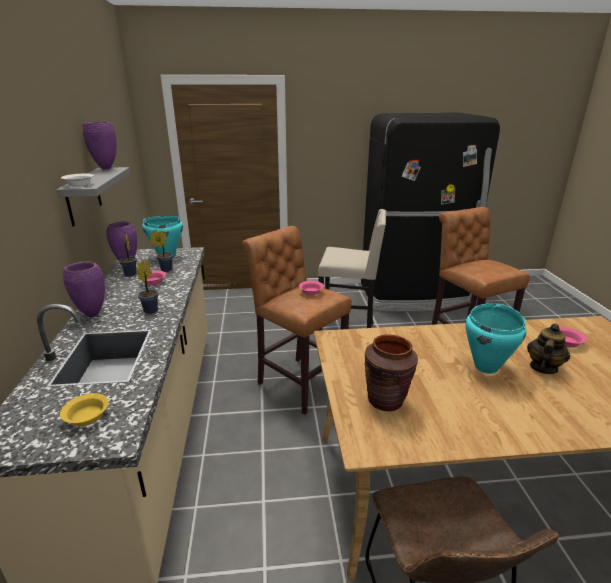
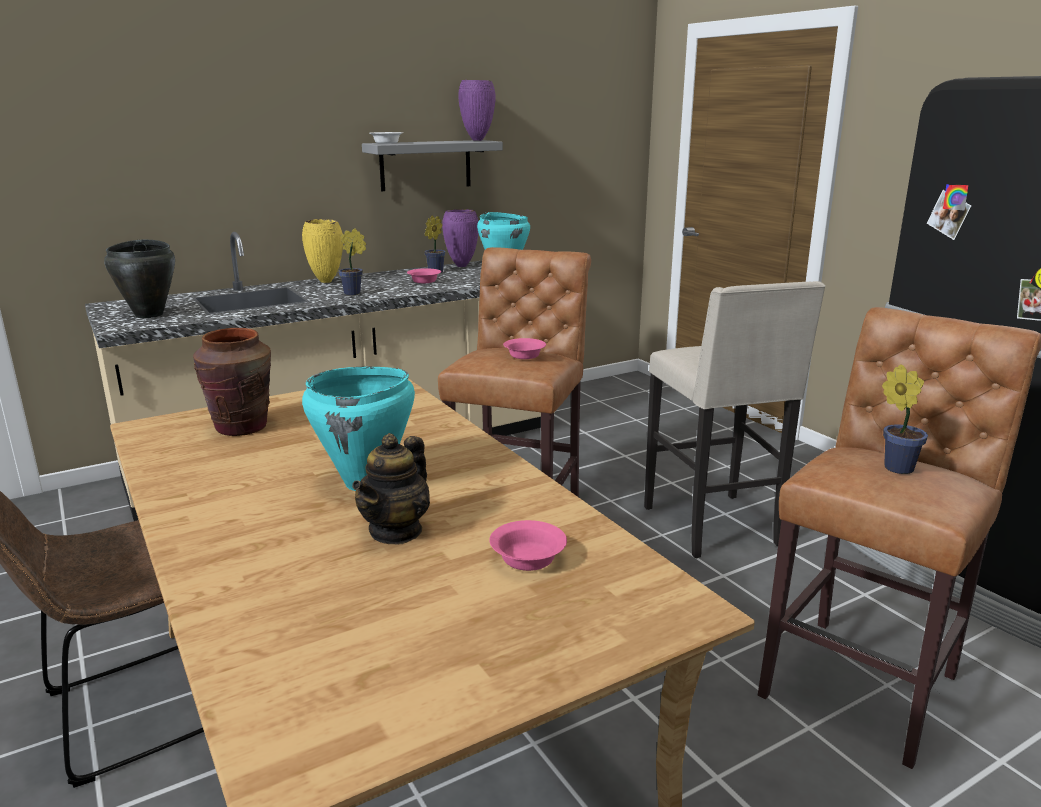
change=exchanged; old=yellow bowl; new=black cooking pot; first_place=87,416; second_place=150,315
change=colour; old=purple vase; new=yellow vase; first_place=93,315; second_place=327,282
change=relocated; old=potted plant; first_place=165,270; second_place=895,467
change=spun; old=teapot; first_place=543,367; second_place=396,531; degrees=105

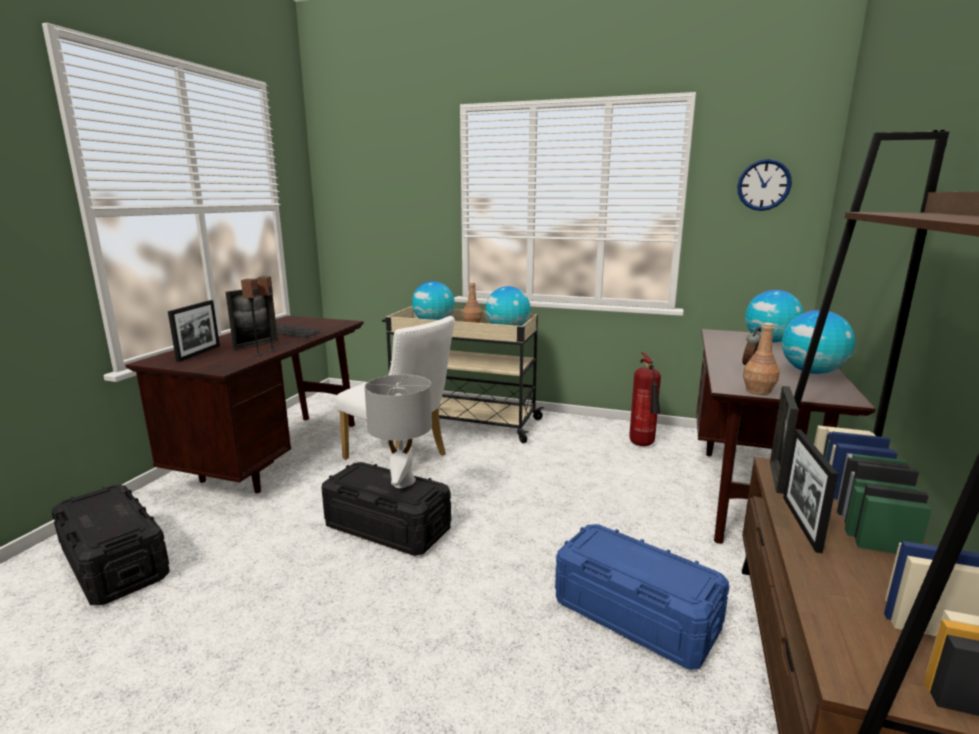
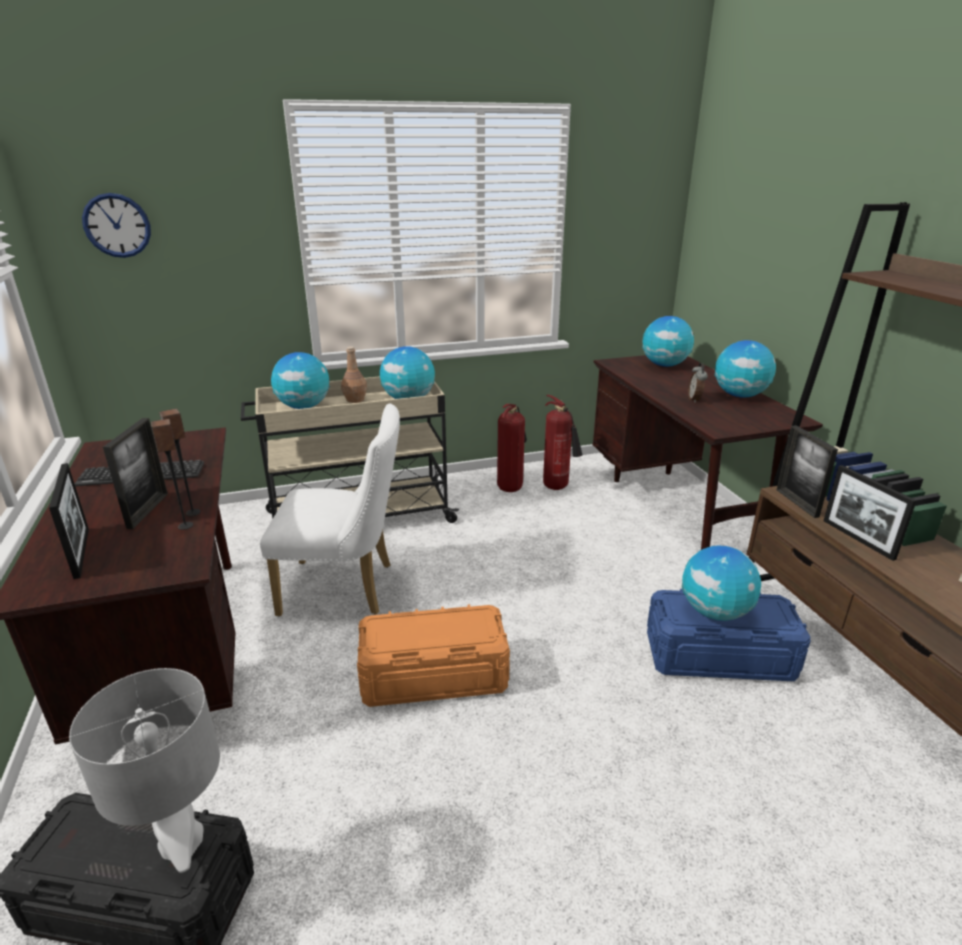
change=colour; old=black storage box; new=orange storage box; first_place=387,527; second_place=433,676
change=relocated; old=grey table lamp; first_place=402,481; second_place=181,842
change=relocated; old=wall clock; first_place=763,185; second_place=117,225
change=missing; old=brown bottle; first_place=758,391
change=appeared; new=fire extinguisher; second_place=510,487
change=appeared; new=globe; second_place=715,612

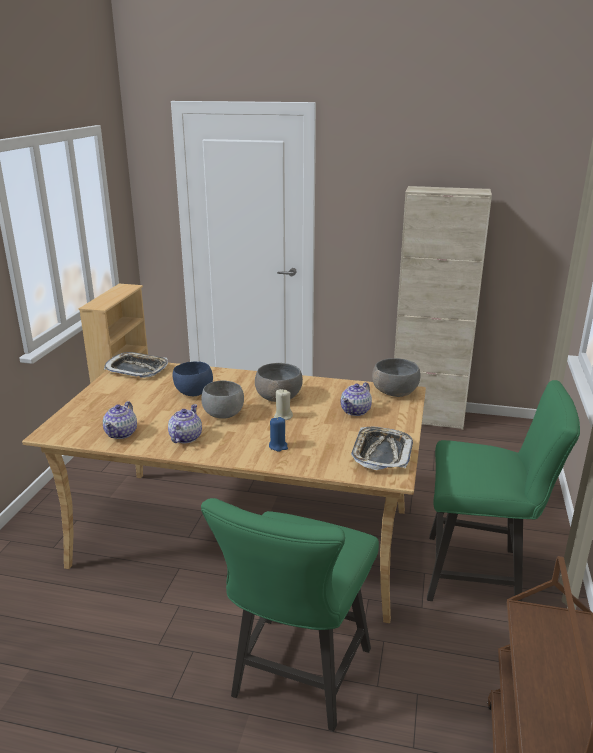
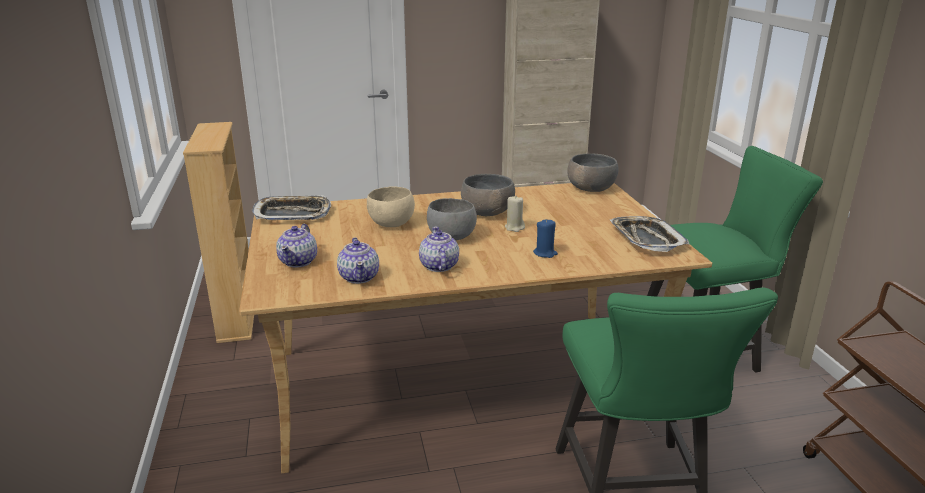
change=colour; old=blue bowl; new=beige bowl; first_place=193,393; second_place=391,225
change=relocated; old=teapot; first_place=356,411; second_place=299,261

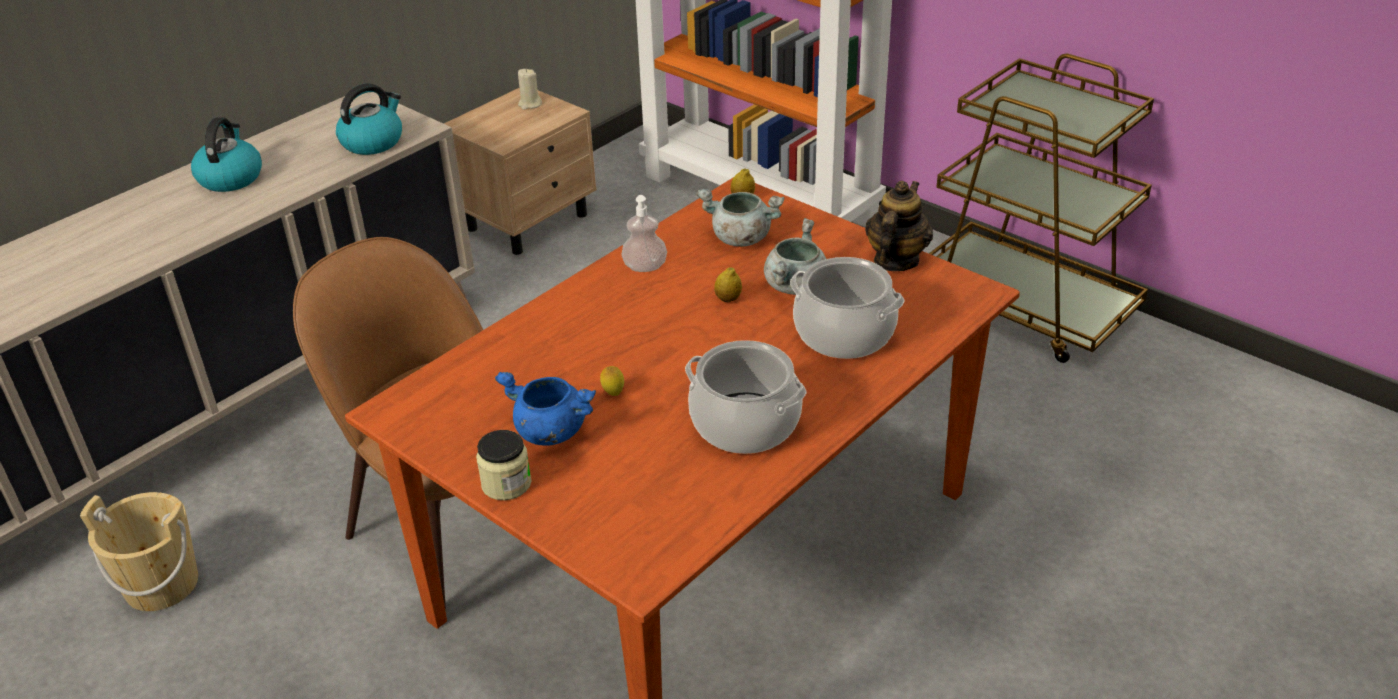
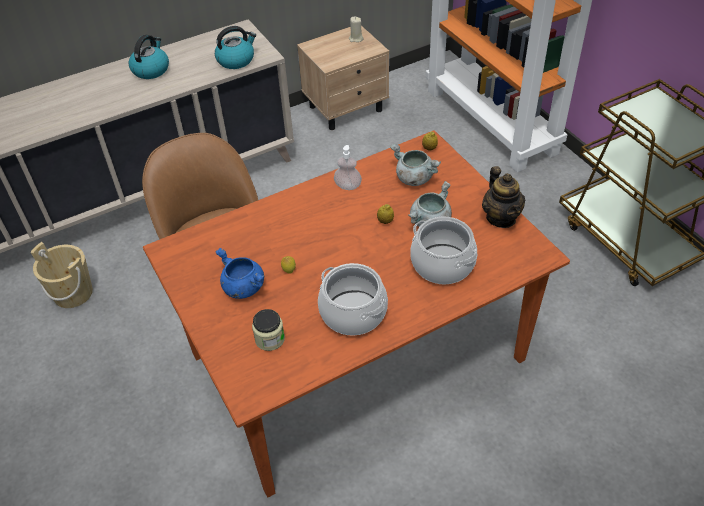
change=relocated; old=jar; first_place=506,484; second_place=270,339
change=spun; old=teapot; first_place=895,260; second_place=501,218; degrees=120

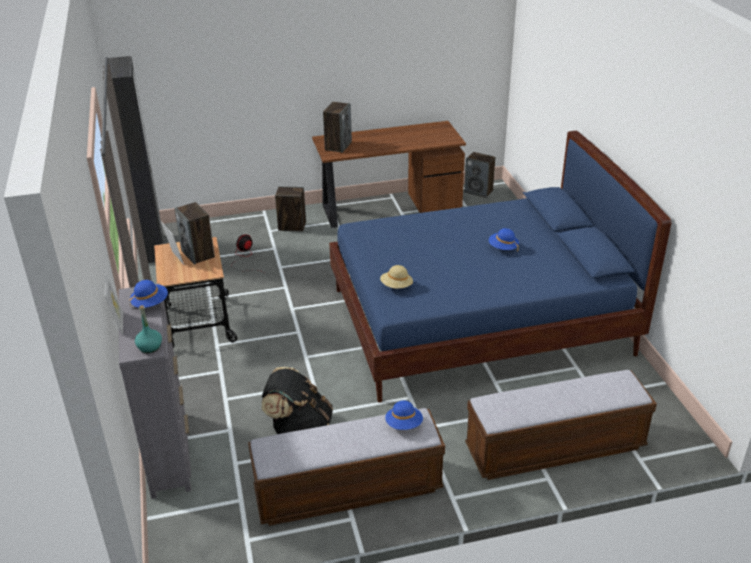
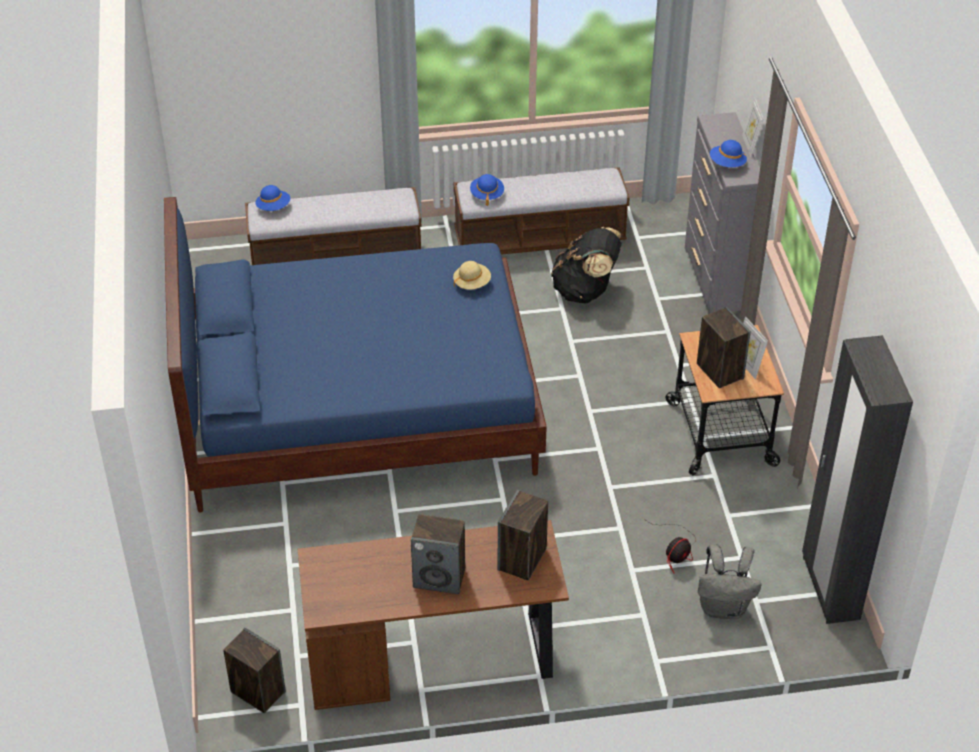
change=missing; old=turquoise bottle; first_place=150,347
change=relocated; old=speaker; first_place=291,226; second_place=440,578
change=relocated; old=blue hat; first_place=503,248; second_place=273,207
change=appeared; new=grey backpack; second_place=724,607

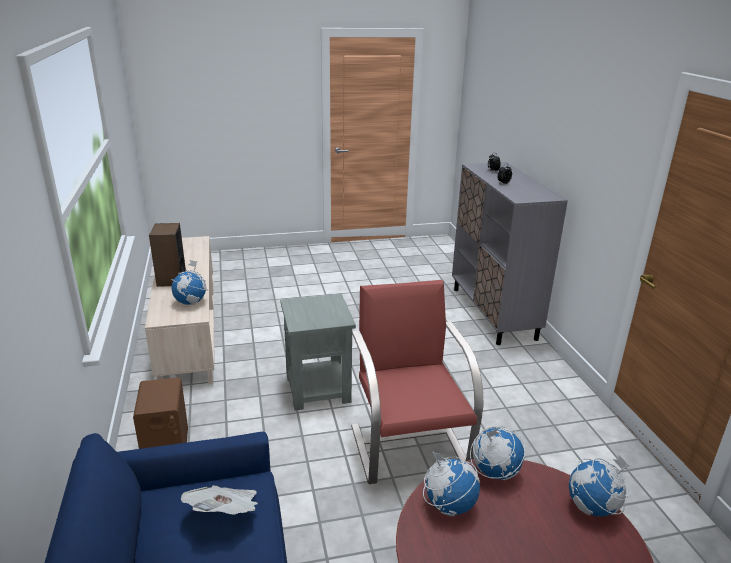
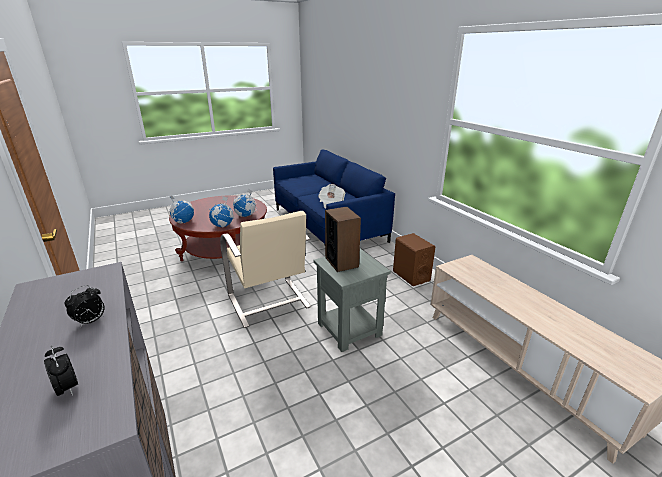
change=relocated; old=speaker; first_place=171,279; second_place=342,262
change=missing; old=globe; first_place=191,302
change=colour; old=red armchair; new=beige armchair; first_place=408,446; second_place=269,302

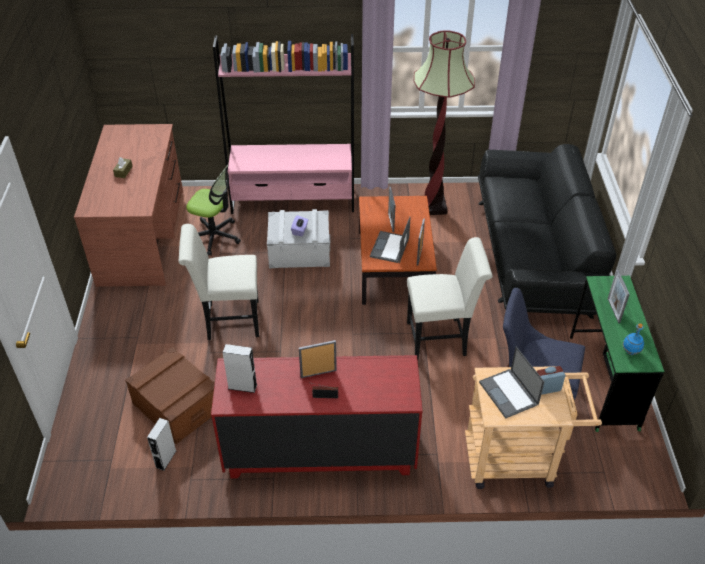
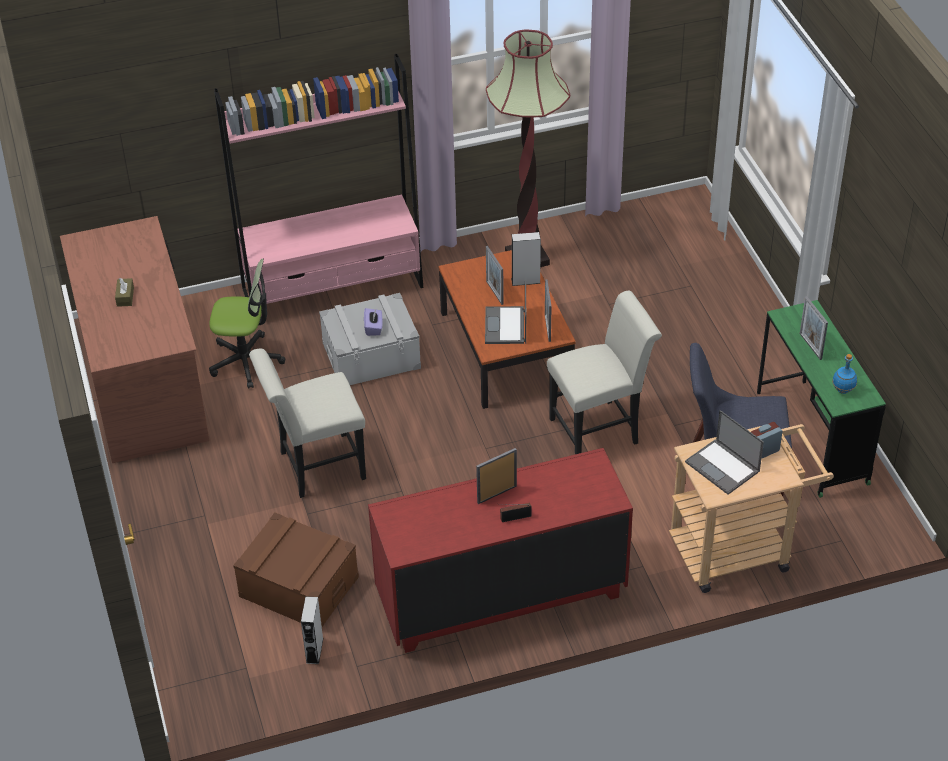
change=relocated; old=grey speaker; first_place=242,386; second_place=525,281
change=missing; old=black sofa; first_place=534,255

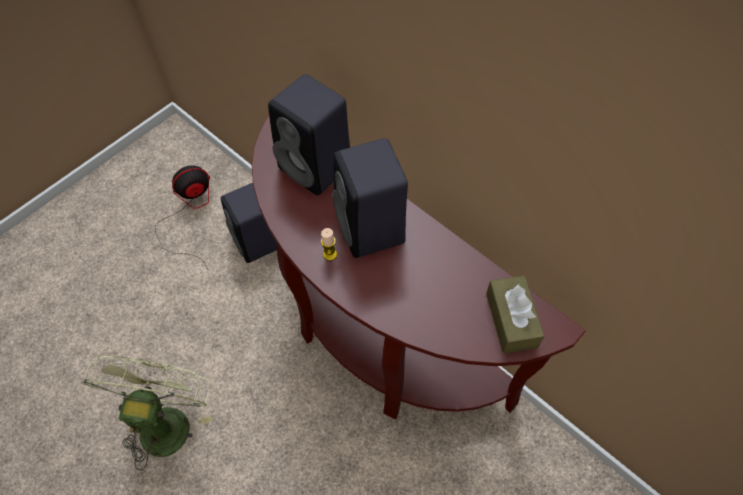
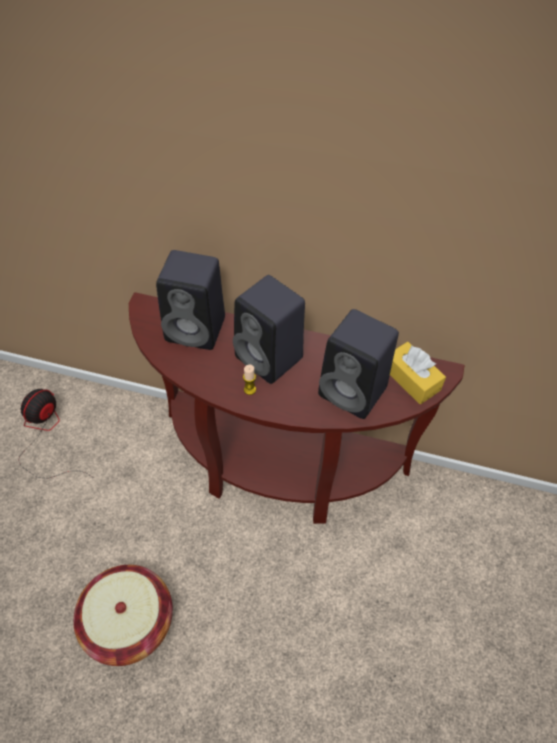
change=exchanged; old=green fan; new=basket; first_place=166,419; second_place=128,621
change=relocated; old=black speaker; first_place=257,242; second_place=354,392
change=colour; old=brown tissue box; new=yellow tissue box; first_place=511,320; second_place=411,379

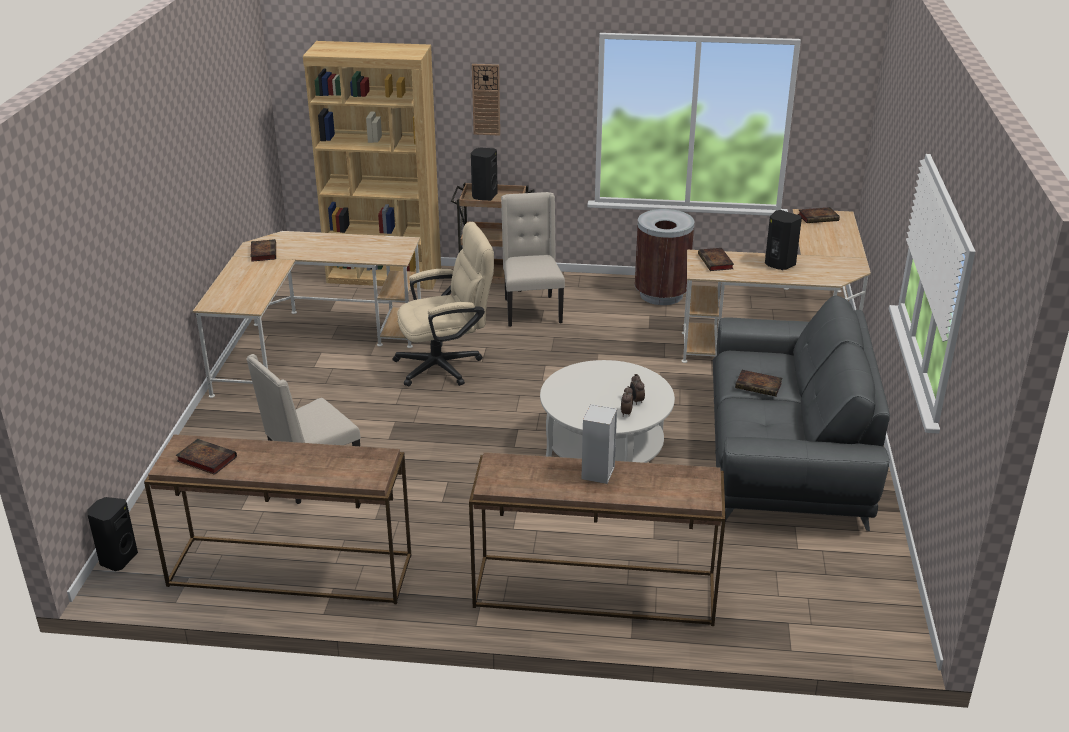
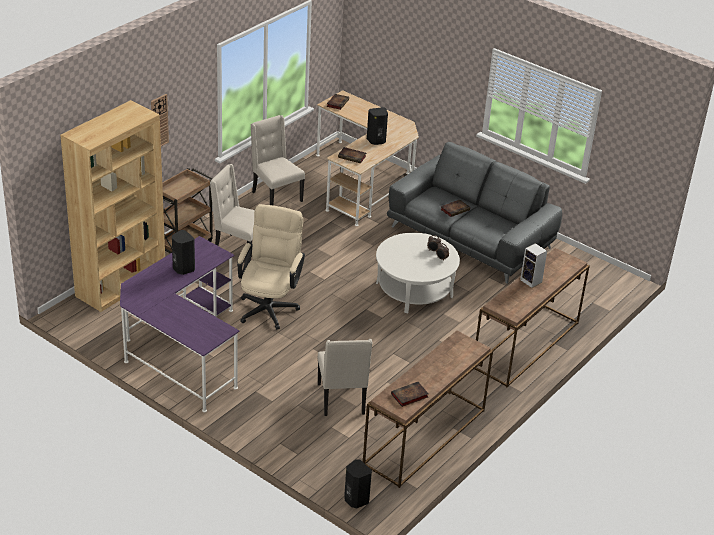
change=colour; old=beige desk; new=purple desk; first_place=307,344; second_place=181,349
change=missing; old=book; first_place=263,252
change=relocated; old=black speaker; first_place=484,196; second_place=183,269
change=exchanged; old=brown trash can; new=beige chair; first_place=661,294; second_place=275,196

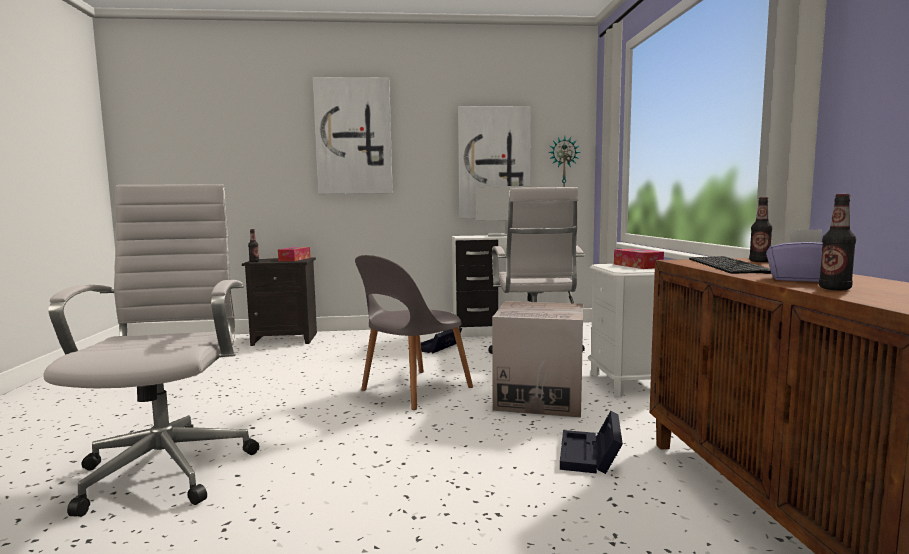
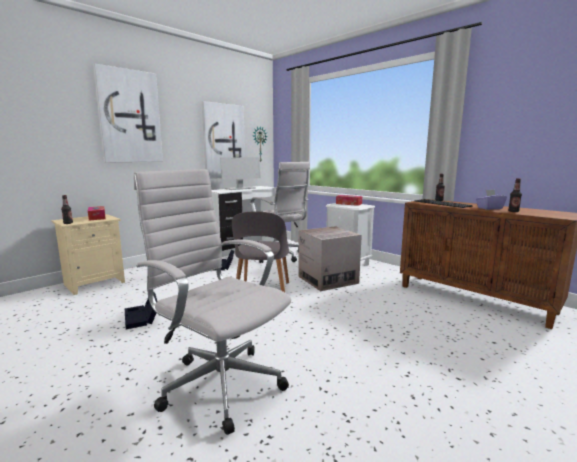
change=colour; old=black nightstand; new=beige nightstand; first_place=286,339; second_place=95,283
change=relocated; old=black storage box; first_place=590,456; second_place=142,318

